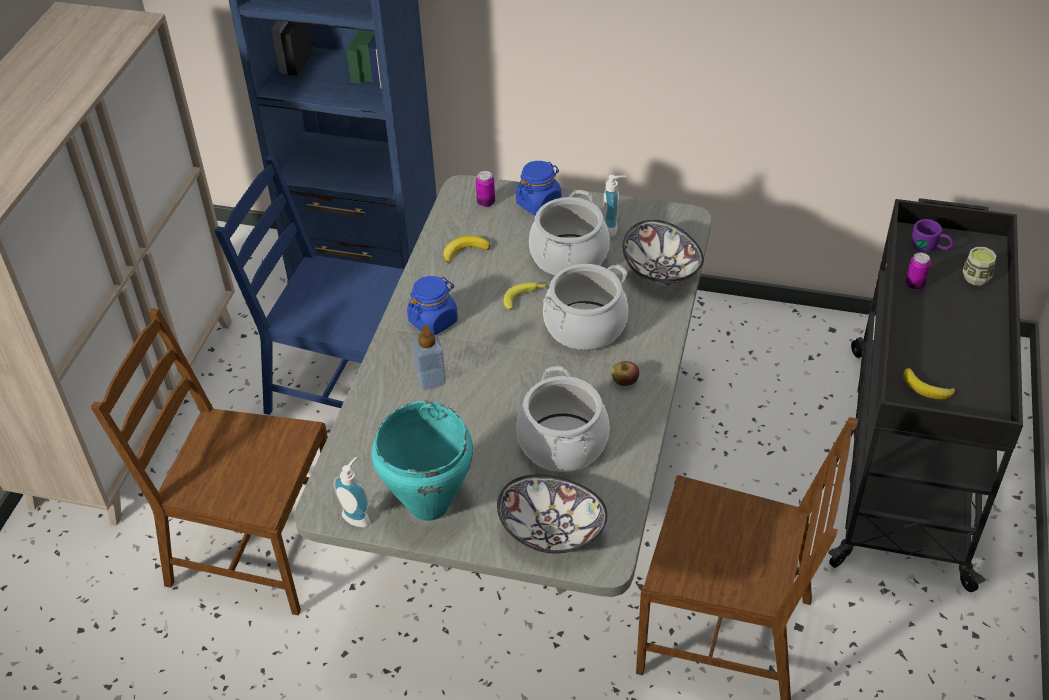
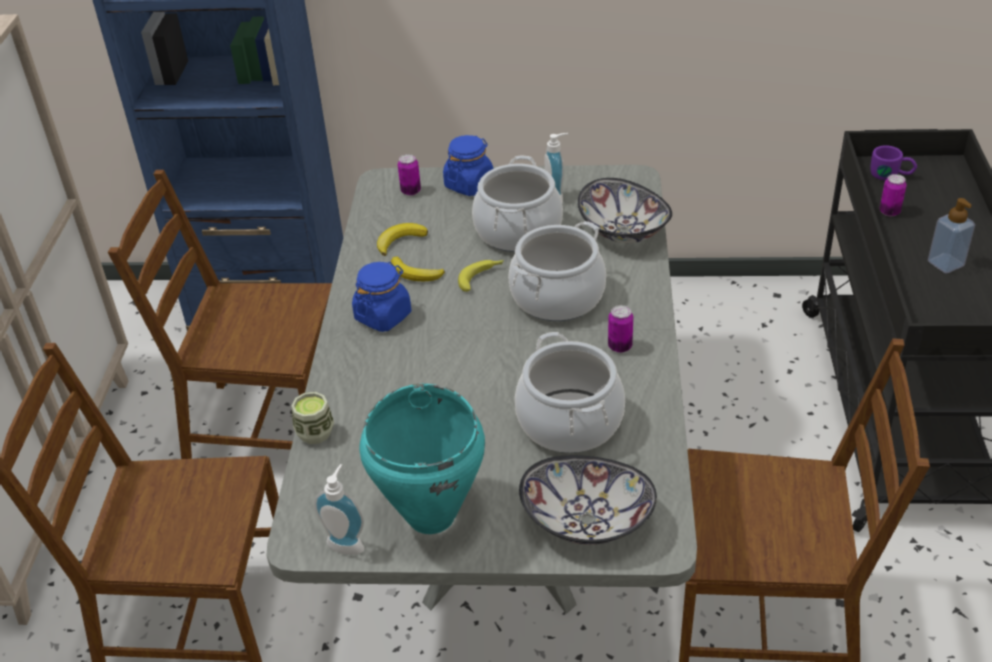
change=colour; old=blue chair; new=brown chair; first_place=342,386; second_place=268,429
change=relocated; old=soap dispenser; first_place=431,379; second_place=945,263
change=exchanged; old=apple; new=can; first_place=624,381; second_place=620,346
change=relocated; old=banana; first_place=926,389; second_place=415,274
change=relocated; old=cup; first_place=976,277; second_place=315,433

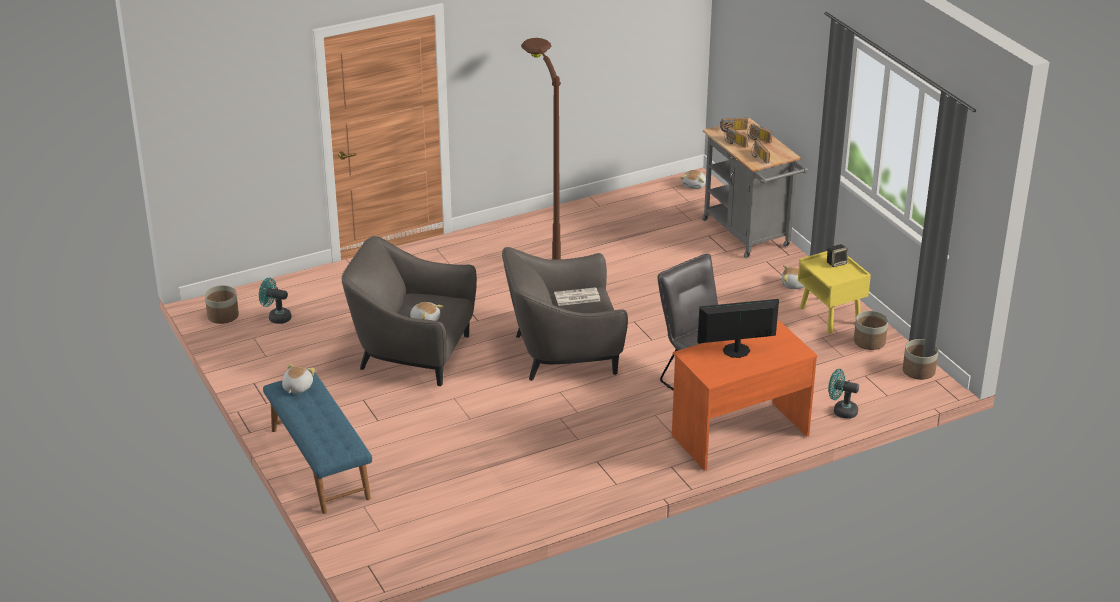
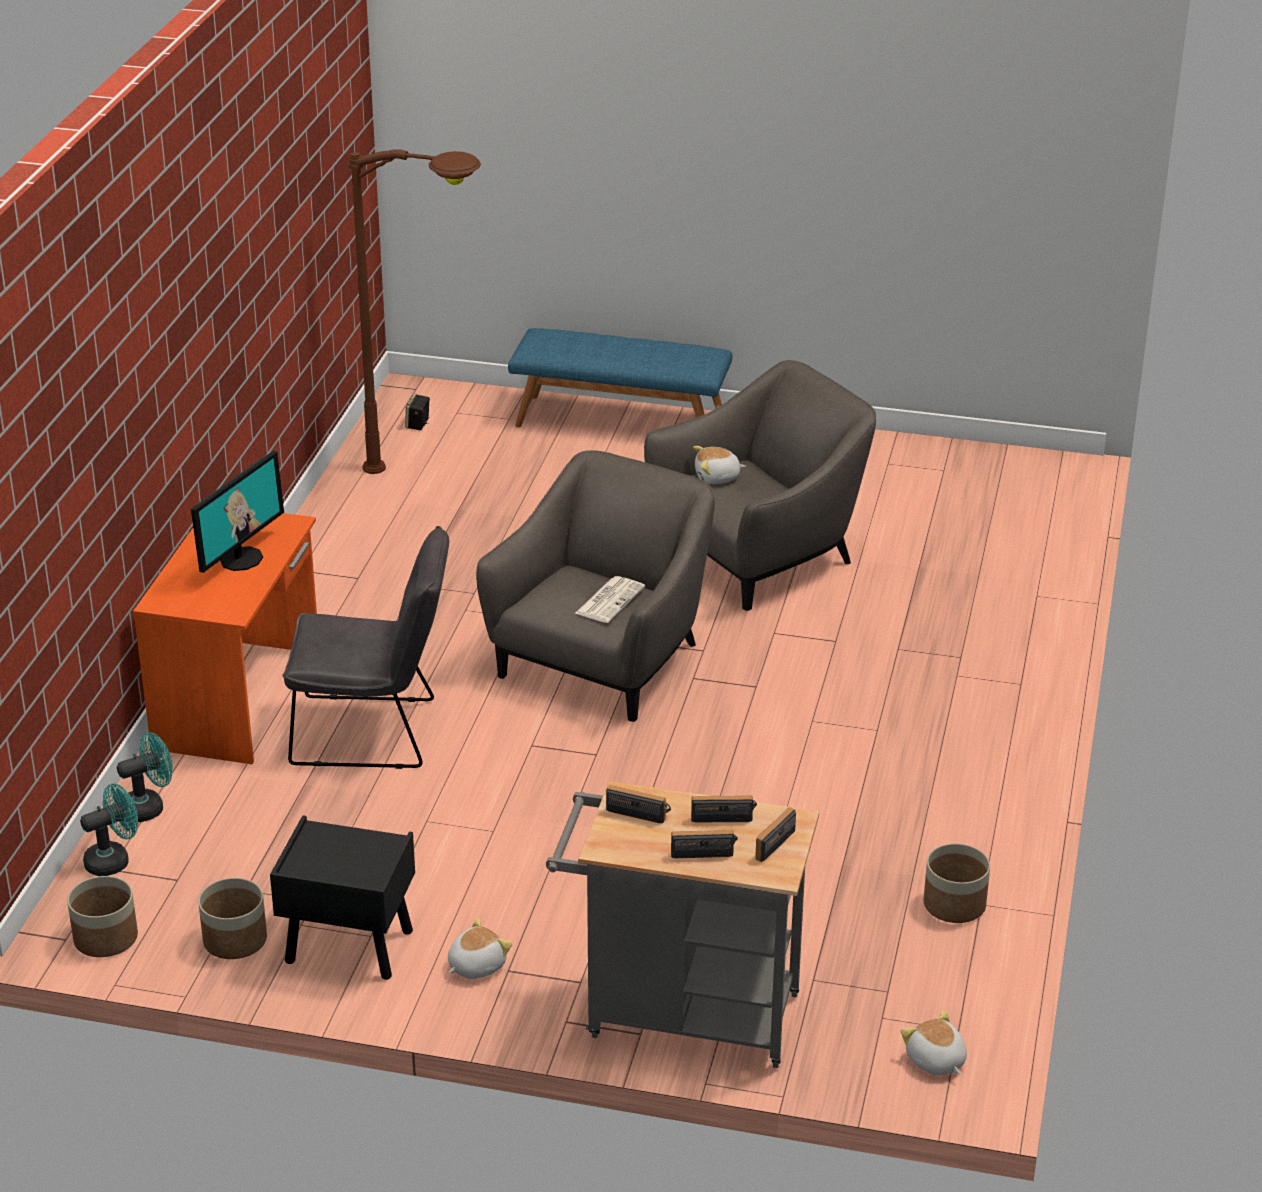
change=relocated; old=planter; first_place=223,316; second_place=954,905
change=relocated; old=turquoise fan; first_place=276,317; second_place=114,860
change=missing; old=plush toy; first_place=297,387
change=relocated; old=brown floor lamp; first_place=543,242; second_place=440,483
change=colour; old=yellow nightstand; new=black nightstand; first_place=830,316; second_place=347,947
change=relocated; old=speaker; first_place=836,263; second_place=418,424

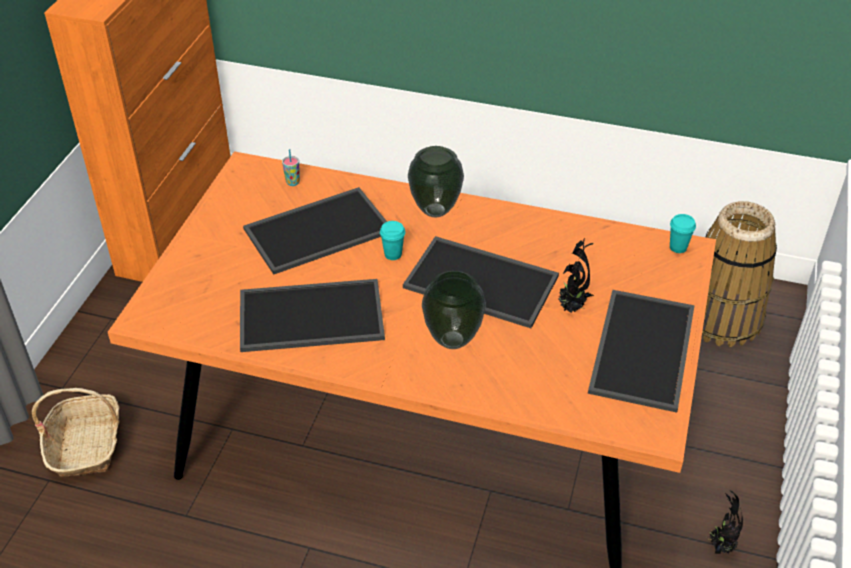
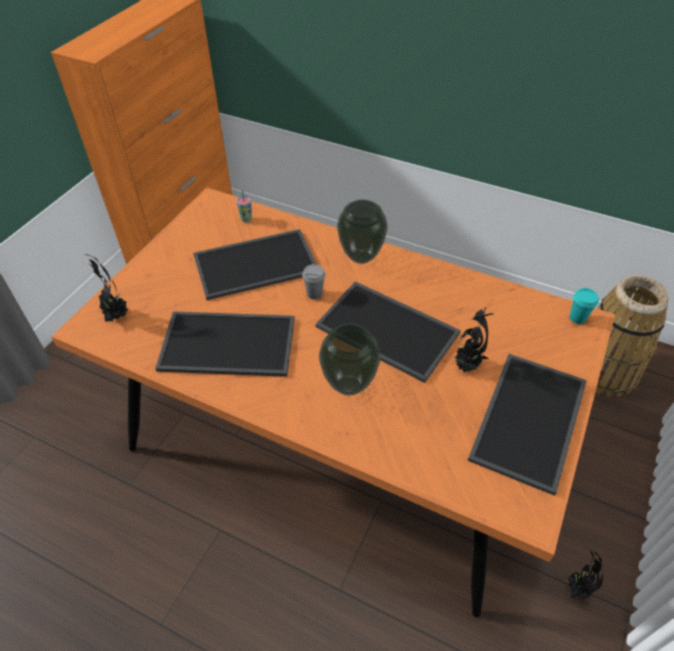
change=missing; old=basket; first_place=86,444
change=colour; old=turquoise cup; new=grey cup; first_place=393,254; second_place=314,294
change=appeared; new=potted plant; second_place=116,315

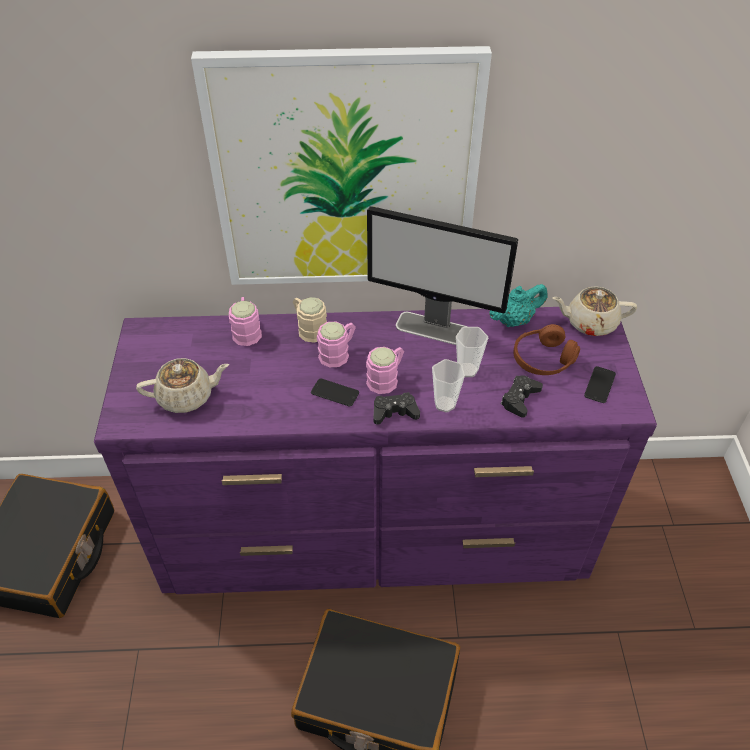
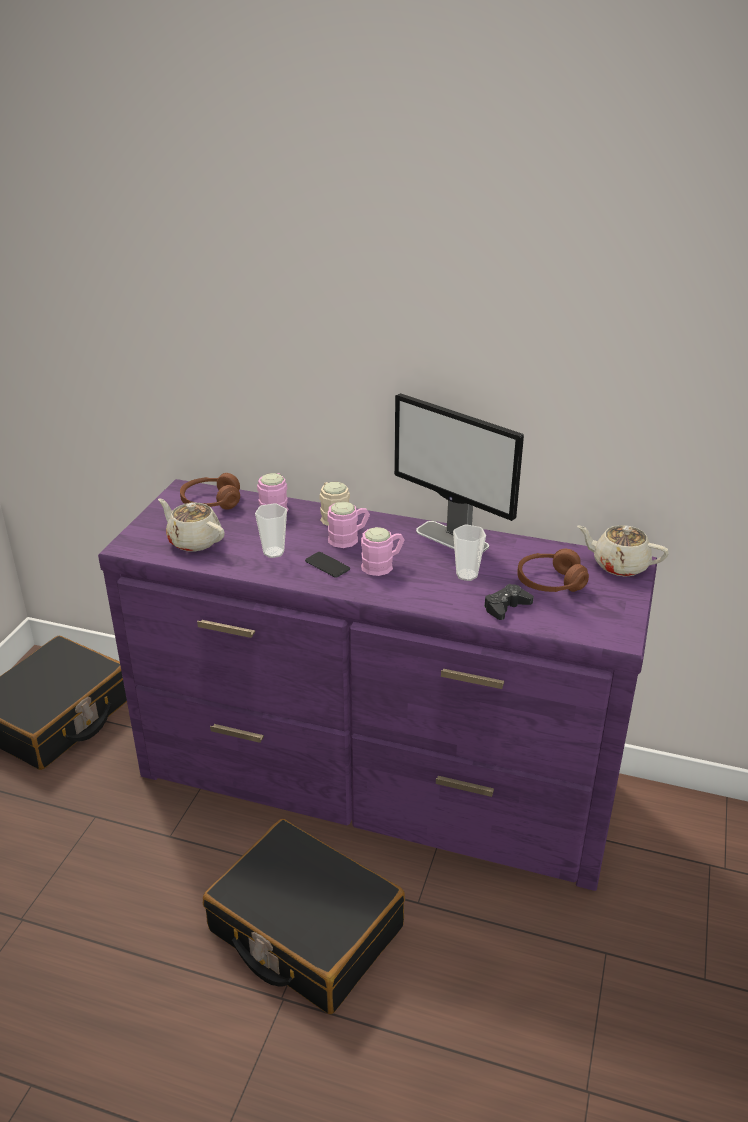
change=spun; old=beige teapot; first_place=187,396; second_place=194,541; degrees=-150
change=missing; old=picture; first_place=345,175
change=missing; old=black game controller; first_place=394,412
change=relocated; old=cup; first_place=445,404; second_place=273,552
change=missing; old=turquoise teapot; first_place=514,320
change=missing; old=phone; first_place=599,385
change=appeared; new=brown headphones; second_place=211,502

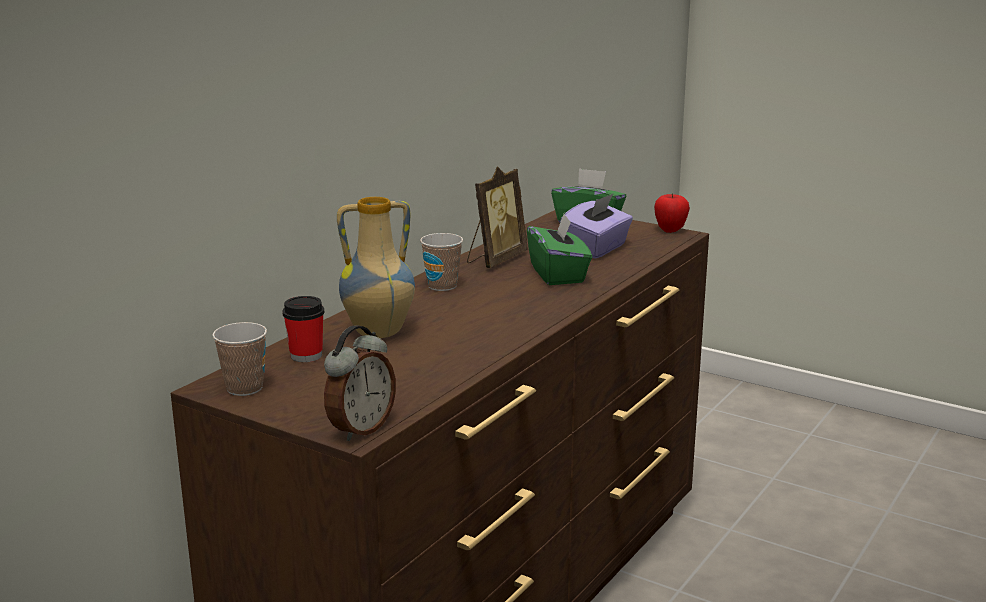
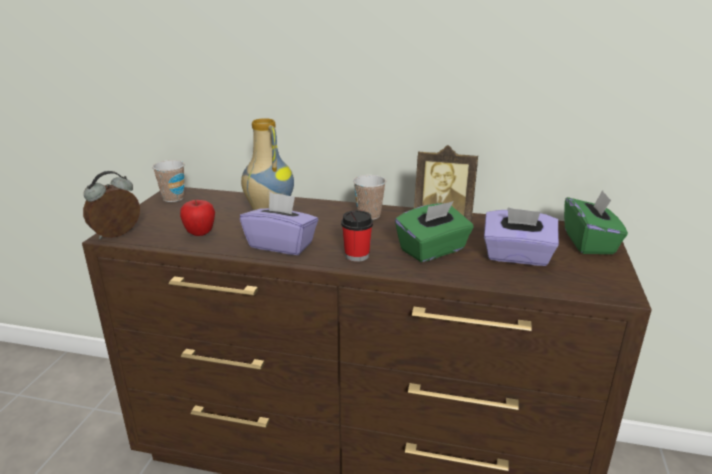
change=relocated; old=cup; first_place=306,355; second_place=357,255
change=spun; old=alarm clock; first_place=360,429; second_place=117,235; degrees=120
change=relocated; old=apple; first_place=670,230; second_place=200,234
change=appeared; new=purple tissue box; second_place=281,245

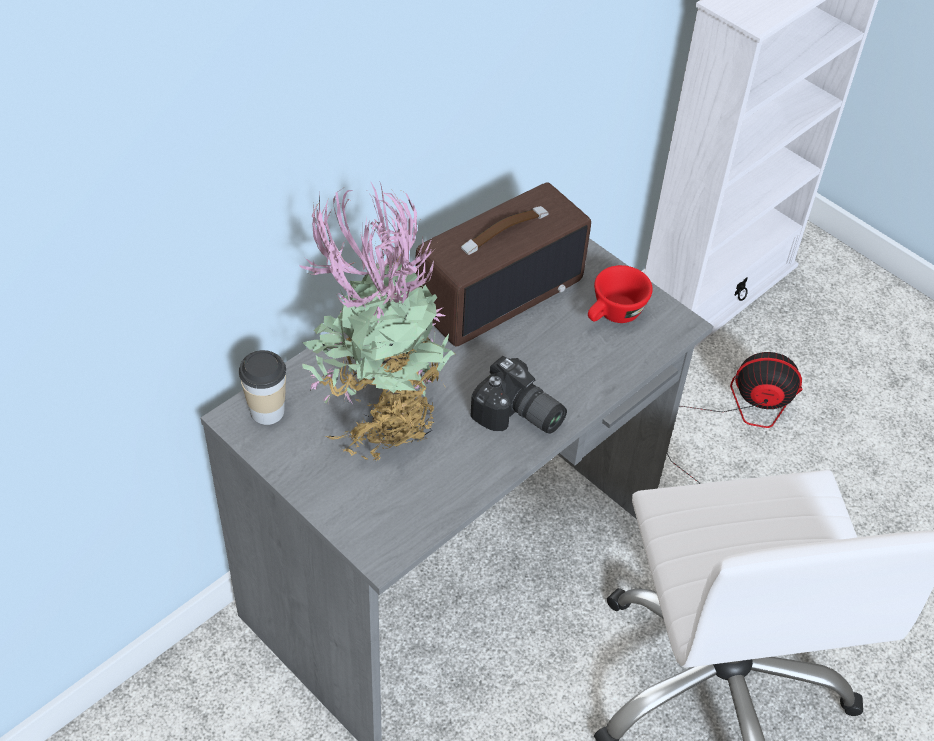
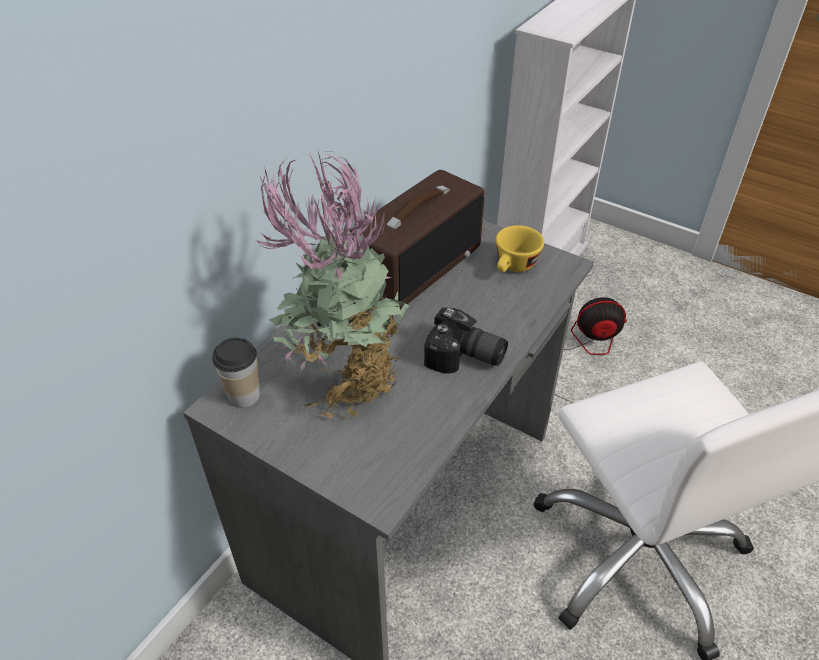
change=colour; old=red cup; new=yellow cup; first_place=613,315; second_place=514,267

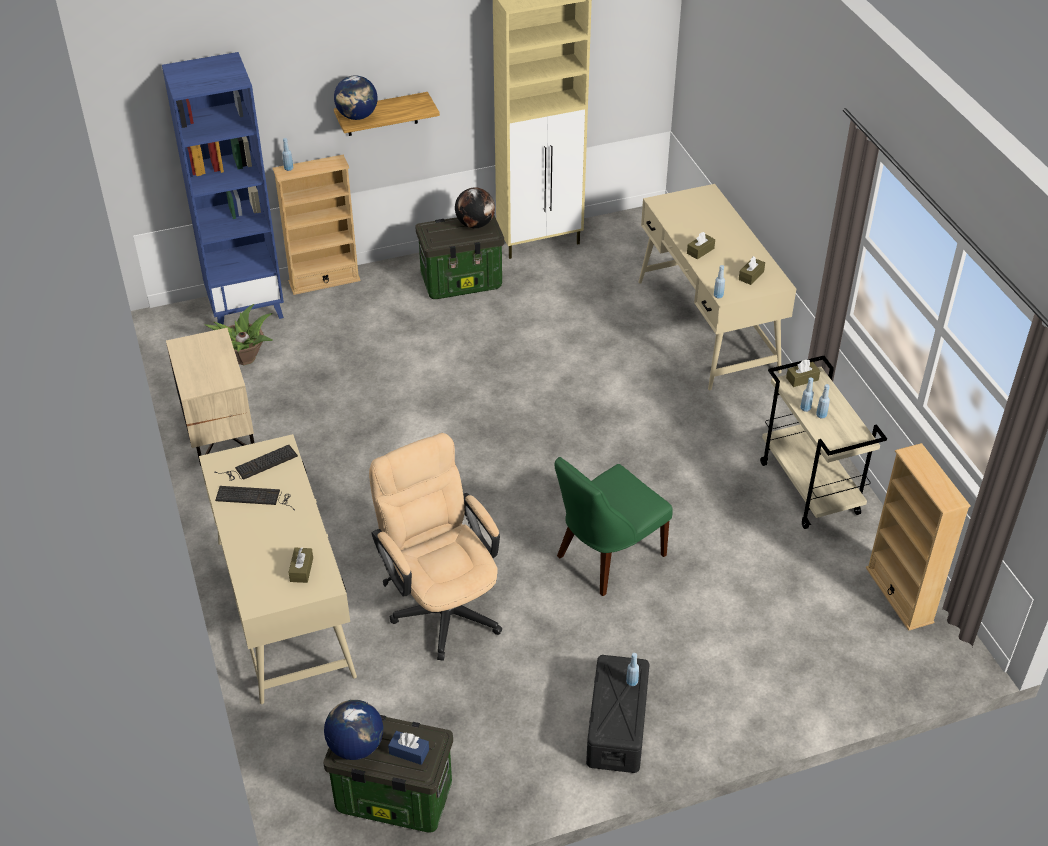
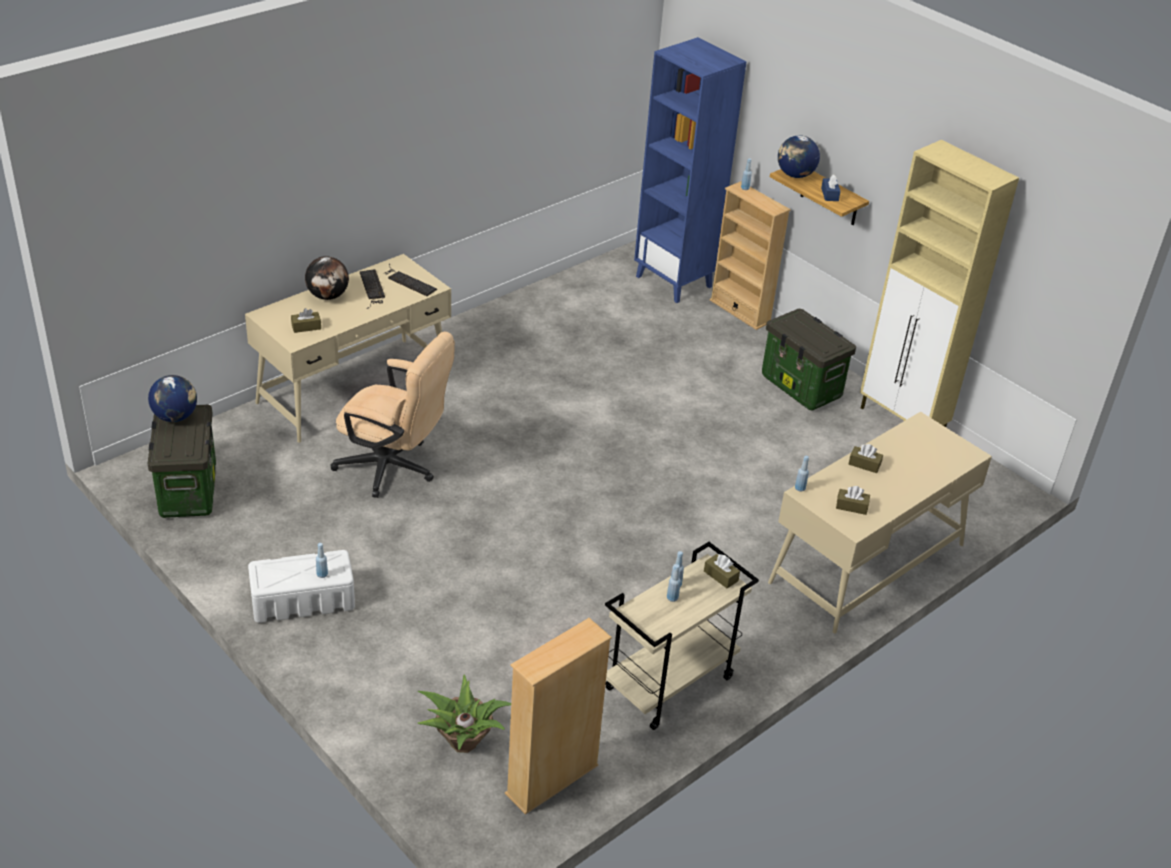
change=missing; old=beige nightstand; first_place=218,430
change=relocated; old=potted plant; first_place=244,358; second_place=462,741
change=spun; old=beige office chair; first_place=441,604; second_place=394,469; degrees=75
change=relocated; old=blue tissue box; first_place=409,752; second_place=829,194
change=relocated; old=globe; first_place=475,224; second_place=328,296
change=missing; old=green chair; first_place=606,557
change=colour; old=black storage box; new=white storage box; first_place=617,726; second_place=302,600

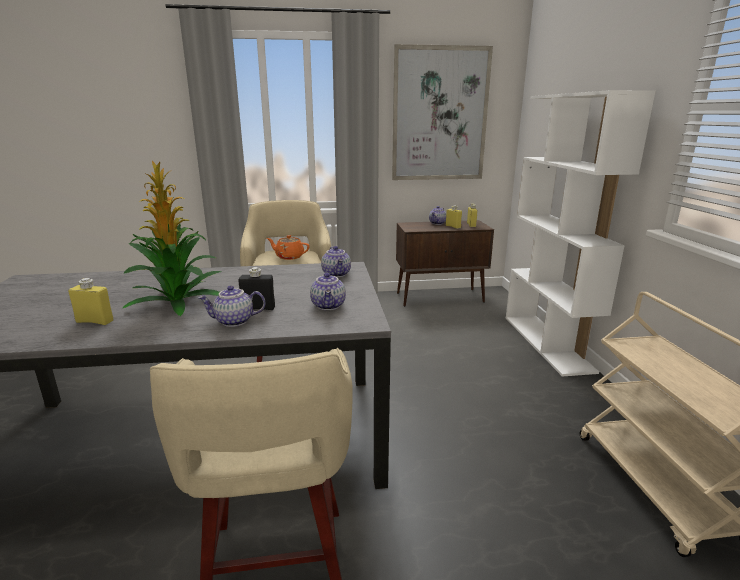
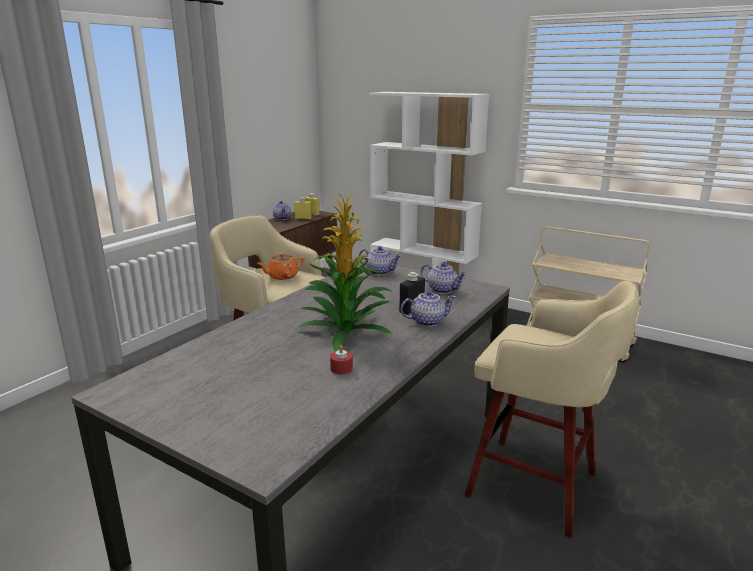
change=exchanged; old=yellow bottle; new=red candle; first_place=95,321; second_place=341,368
change=spun; old=teapot; first_place=234,322; second_place=427,321; degrees=-135
change=missing; old=picture; first_place=439,115

